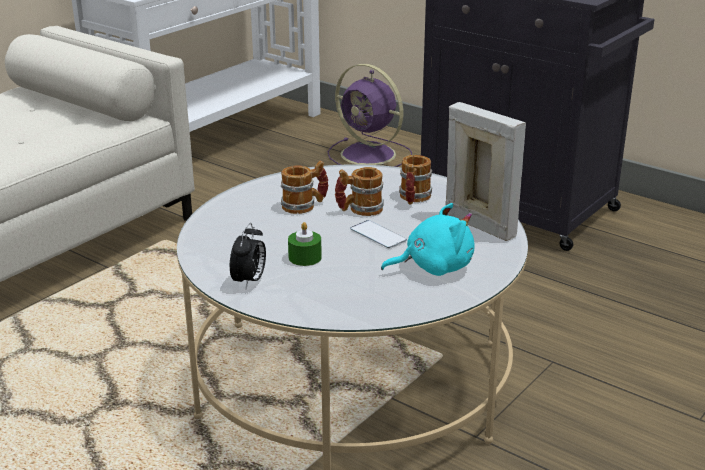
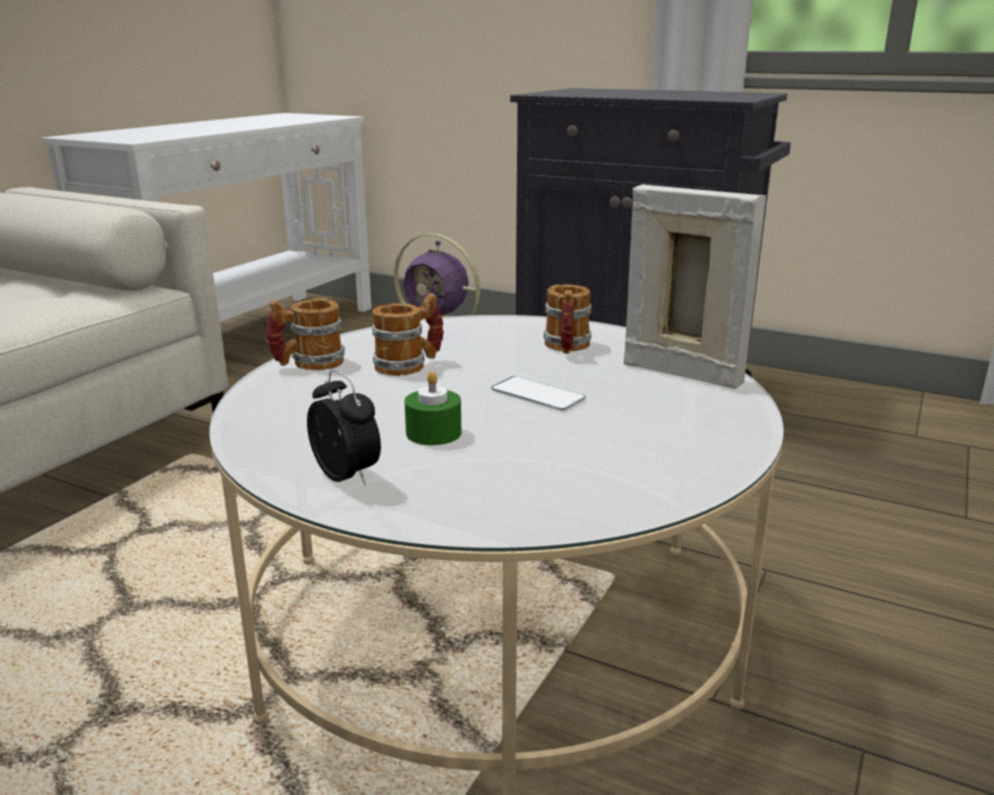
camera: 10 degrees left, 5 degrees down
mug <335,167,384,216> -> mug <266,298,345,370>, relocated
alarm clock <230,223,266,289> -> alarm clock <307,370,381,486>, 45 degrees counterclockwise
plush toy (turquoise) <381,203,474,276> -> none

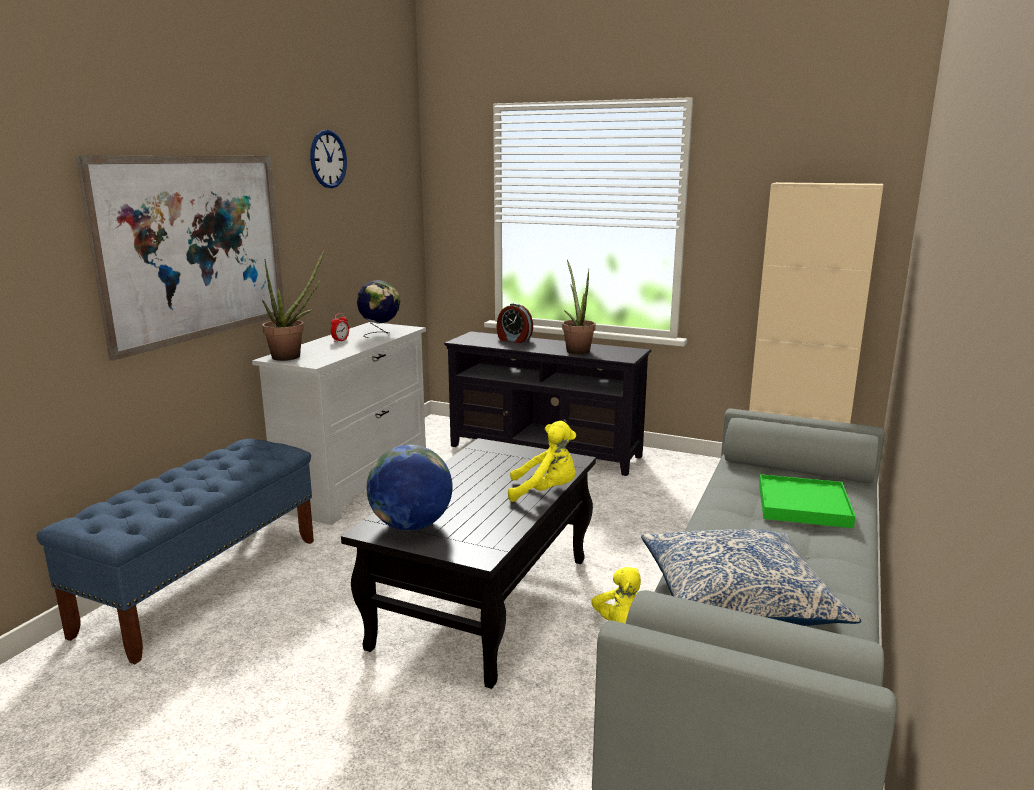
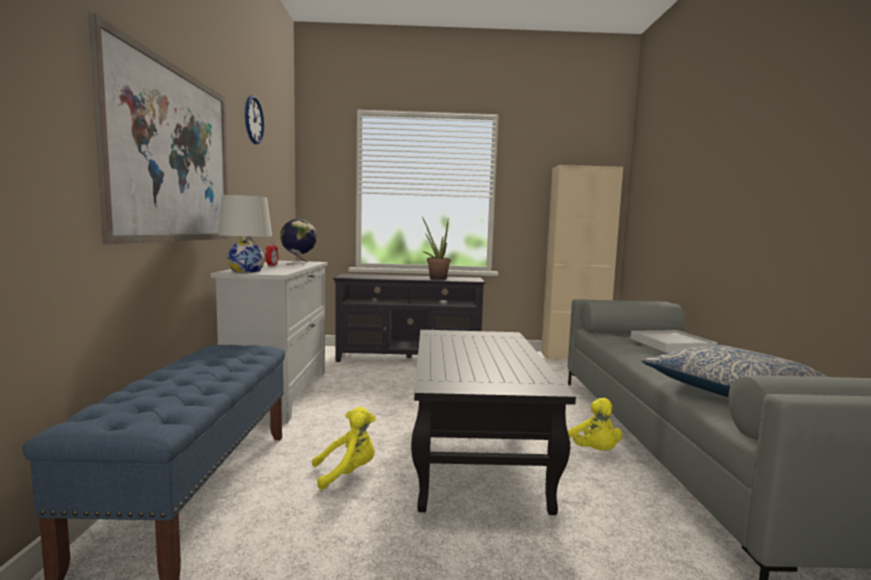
camera: 25 degrees left, 10 degrees down
houseplant <262,251,324,361> -> tabletop lamp (white-coloured) <218,195,272,272>
plush toy (yellowish) <508,421,576,502> -> plush toy (yellowish) <312,407,375,490>, relocated
tray (green-coloured) <759,474,856,528> -> tray (white-coloured) <631,330,717,353>
desk globe <367,445,453,530> -> none
alarm clock <497,303,533,343> -> none

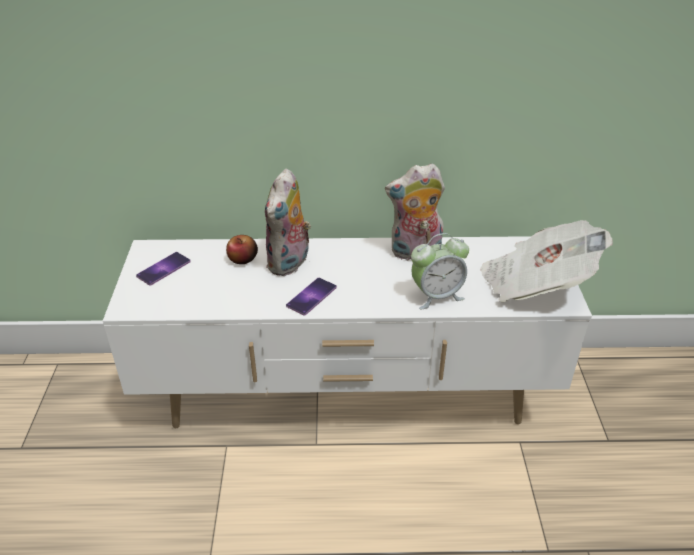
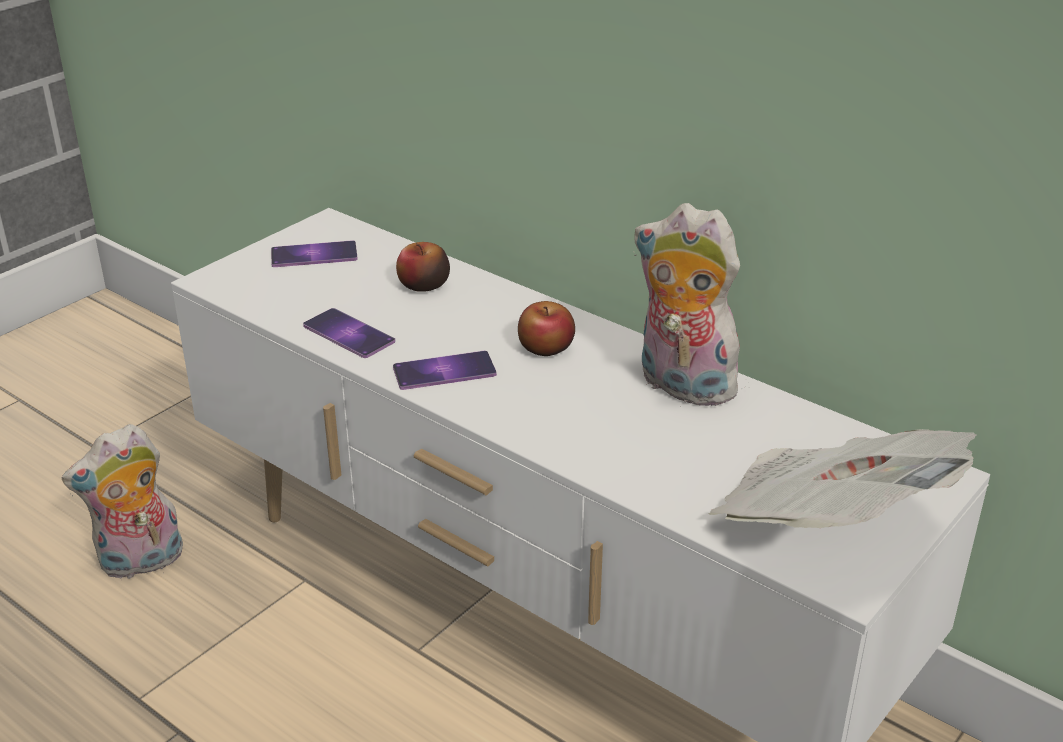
camera: 40 degrees right, 5 degrees down
plush toy <265,168,311,276> -> plush toy <62,424,183,579>, relocated
none -> telephone <303,308,395,358>
none -> apple <518,301,575,356>
alarm clock <411,233,469,309> -> none

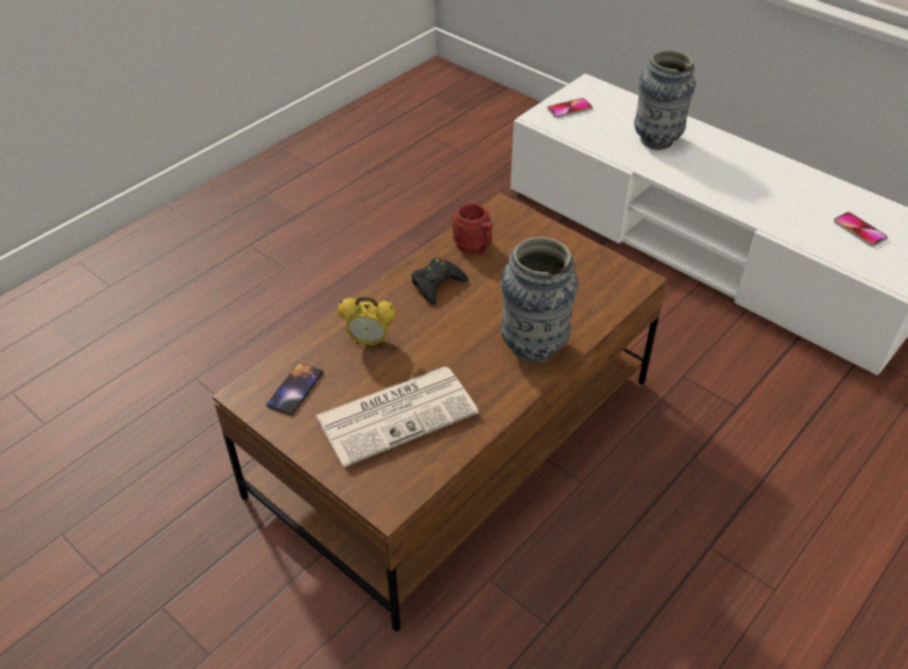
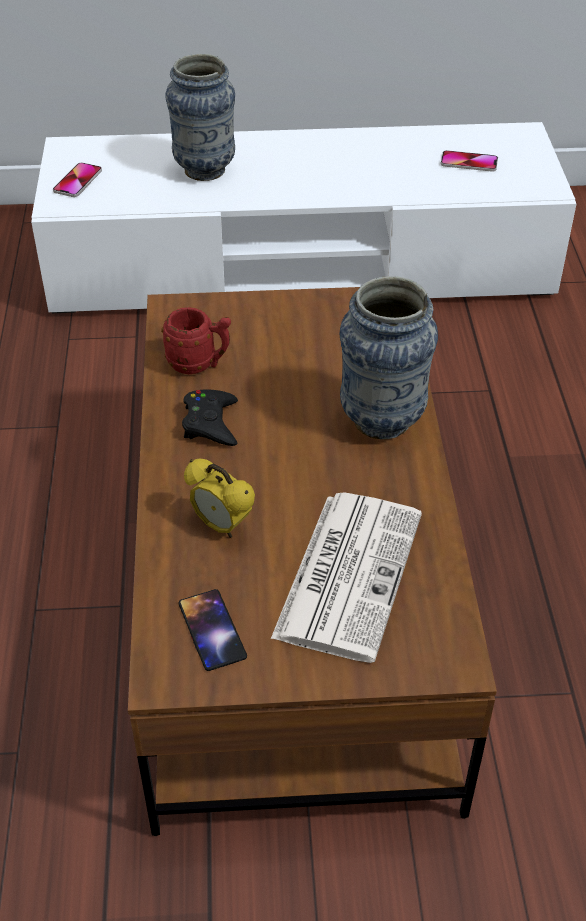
camera: 45 degrees left, 0 degrees up
alarm clock <338,297,396,347> -> alarm clock <184,459,255,538>, 75 degrees clockwise

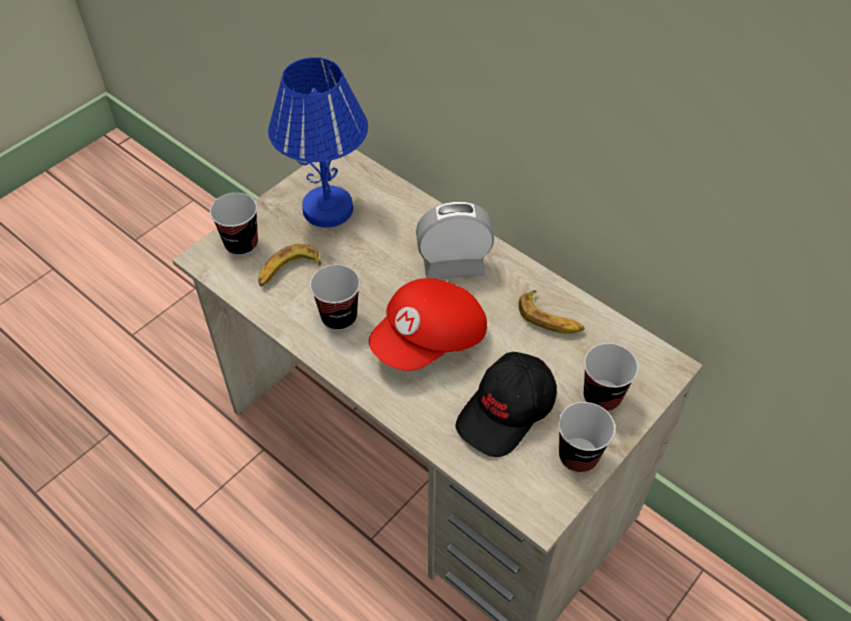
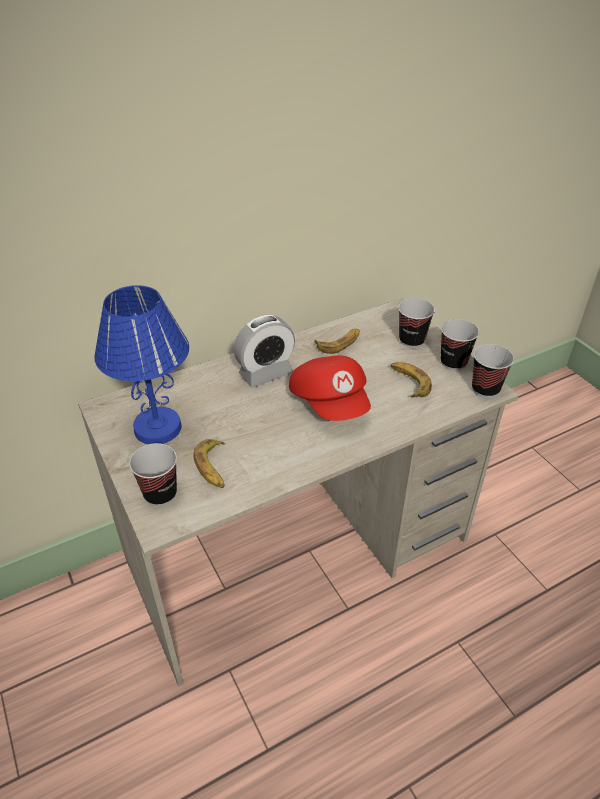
camera: 70 degrees left, 10 degrees down
alarm clock <416,202,494,279> -> alarm clock <234,315,295,388>, 135 degrees counterclockwise
cap (black) <455,352,557,457> -> banana <391,362,432,398>
small cup <310,265,360,331> -> small cup <472,344,514,398>, relocated

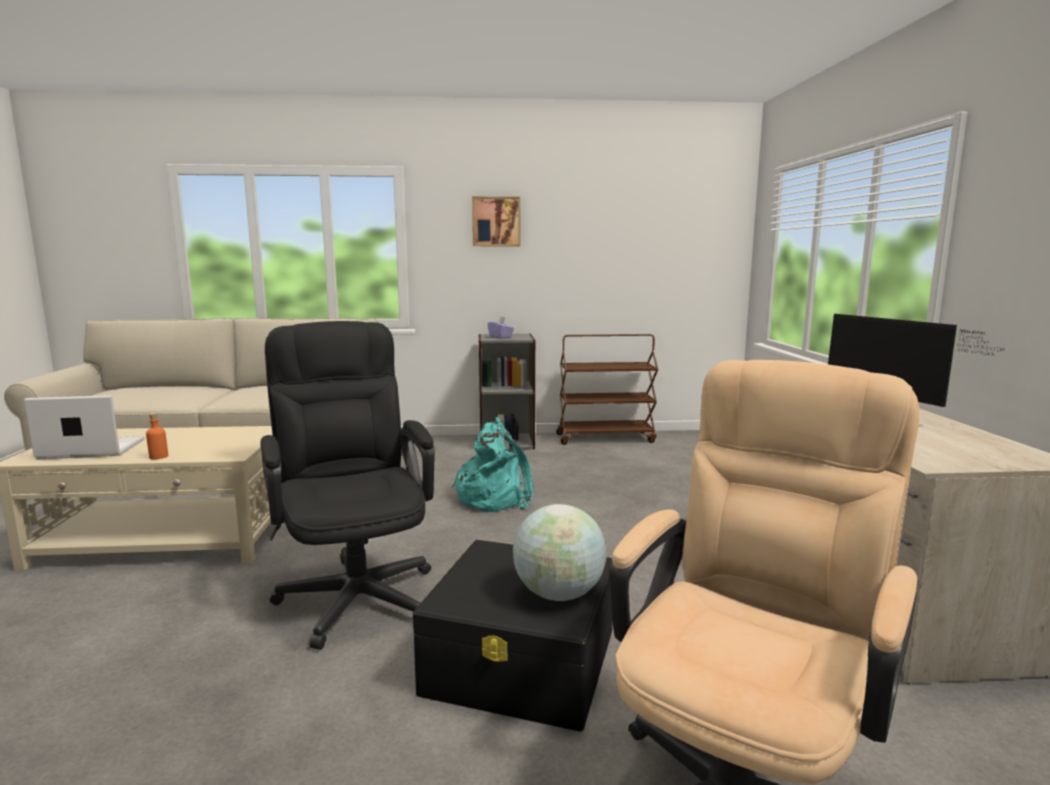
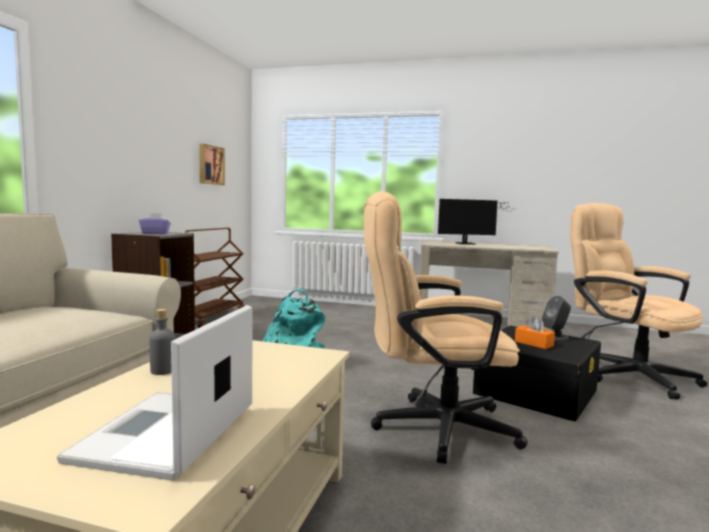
camera: 70 degrees left, 5 degrees down
none -> beverage bottle (gray) <149,309,175,375>
wall art <472,197,520,246> -> wall art <199,144,225,185>, relocated
desk chair (black) <260,321,435,650> -> desk chair (beige-coloured) <364,191,528,464>
none -> box of tissues (orange) <515,316,555,349>
desk globe <513,504,607,601> -> speaker (gray) <542,296,571,341>
beverage bottle (orange) <146,413,168,459> -> none

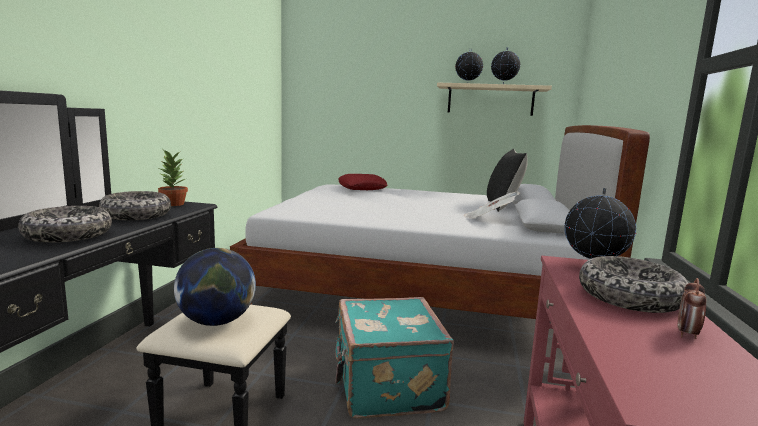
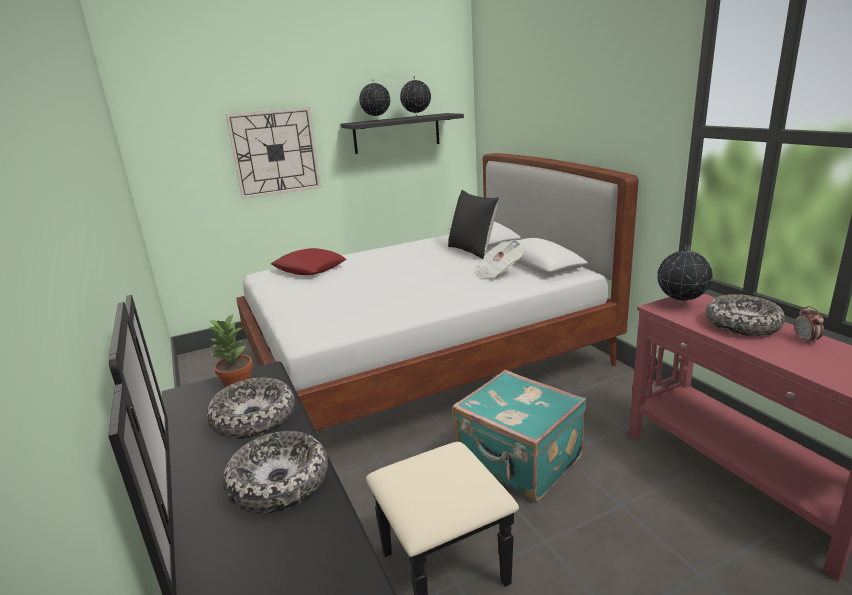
camera: 35 degrees left, 10 degrees up
none -> wall clock <225,107,321,199>
wall shelf (beige-coloured) <437,82,552,116> -> wall shelf (black) <341,113,464,154>
desk globe <174,248,256,326> -> none

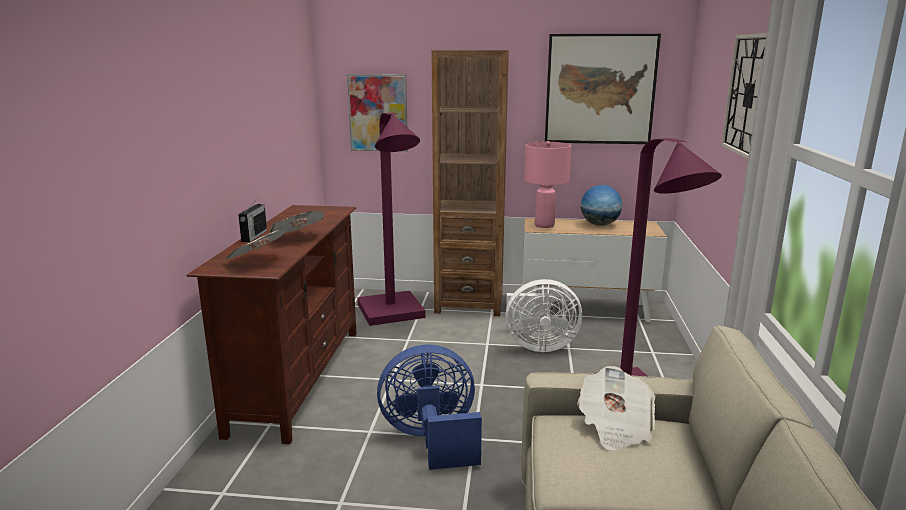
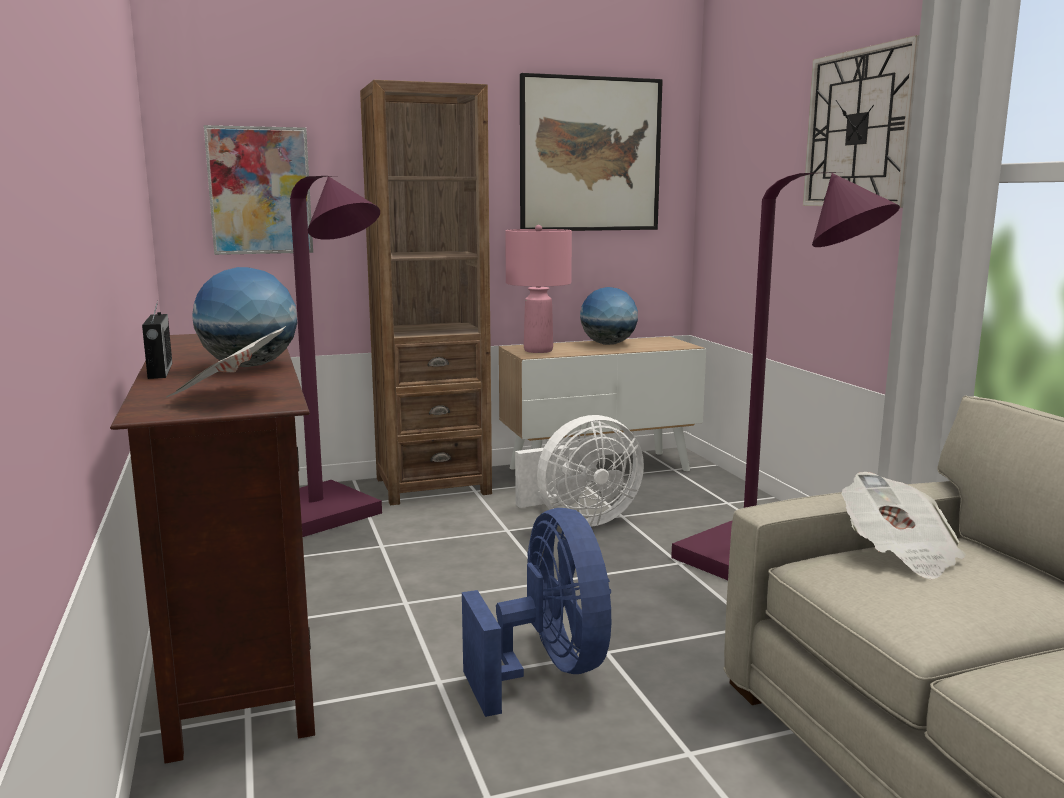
camera: 25 degrees left, 5 degrees down
newspaper <269,211,324,233> -> desk globe <192,267,297,367>
cooling fan (blue) <377,345,482,470> -> cooling fan (blue) <462,508,611,717>, 105 degrees clockwise

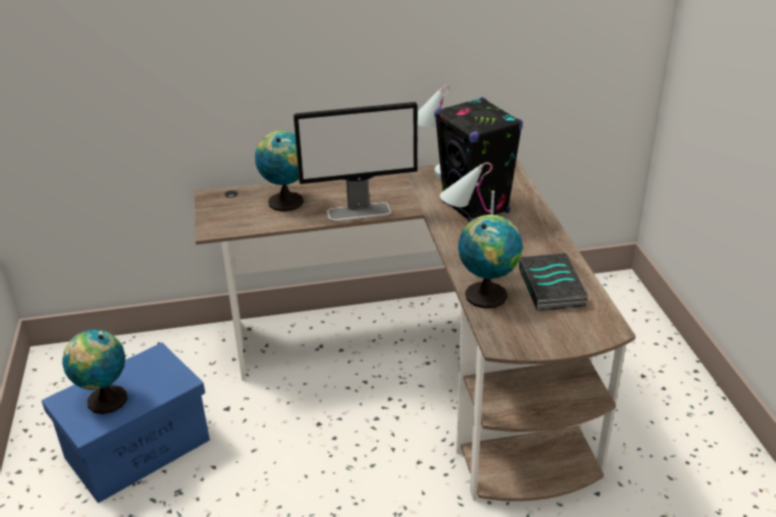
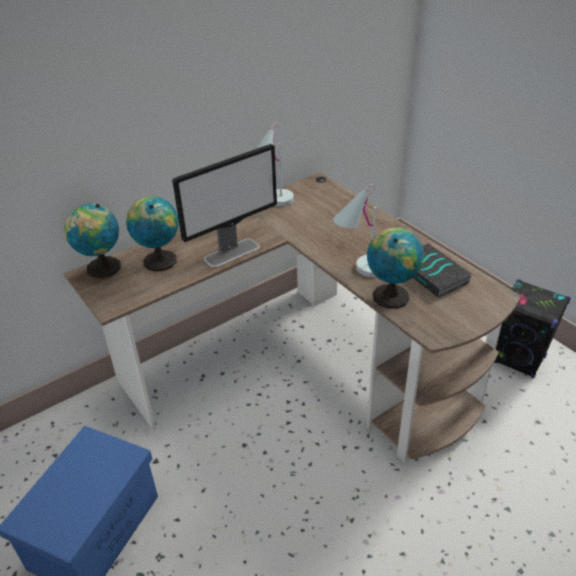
camera: 25 degrees left, 5 degrees up
desk globe <62,329,127,414> -> desk globe <65,204,121,278>, relocated
speaker (black) <434,97,523,222> -> speaker (black) <494,279,571,379>, relocated

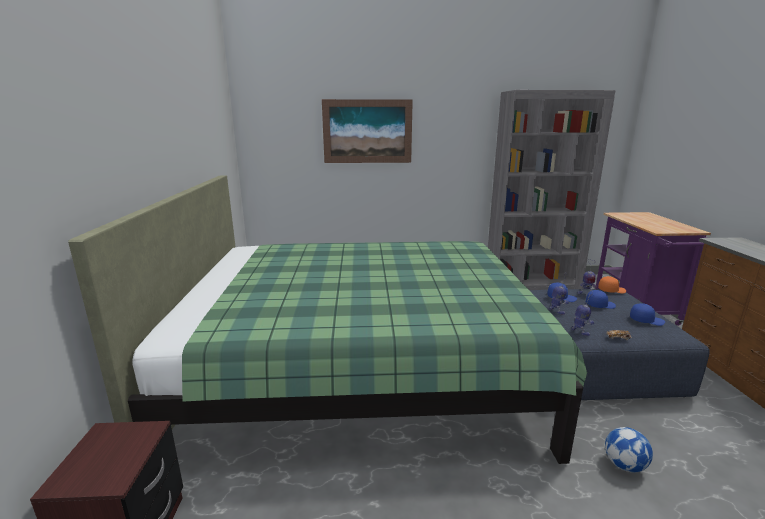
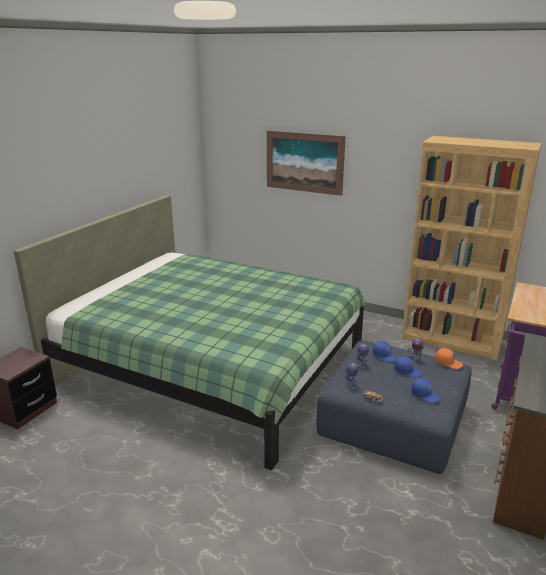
camera: 30 degrees right, 5 degrees up
shelving unit (gray) <488,90,616,290> -> shelving unit (brownish) <402,136,541,361>
football <605,427,653,472> -> none

